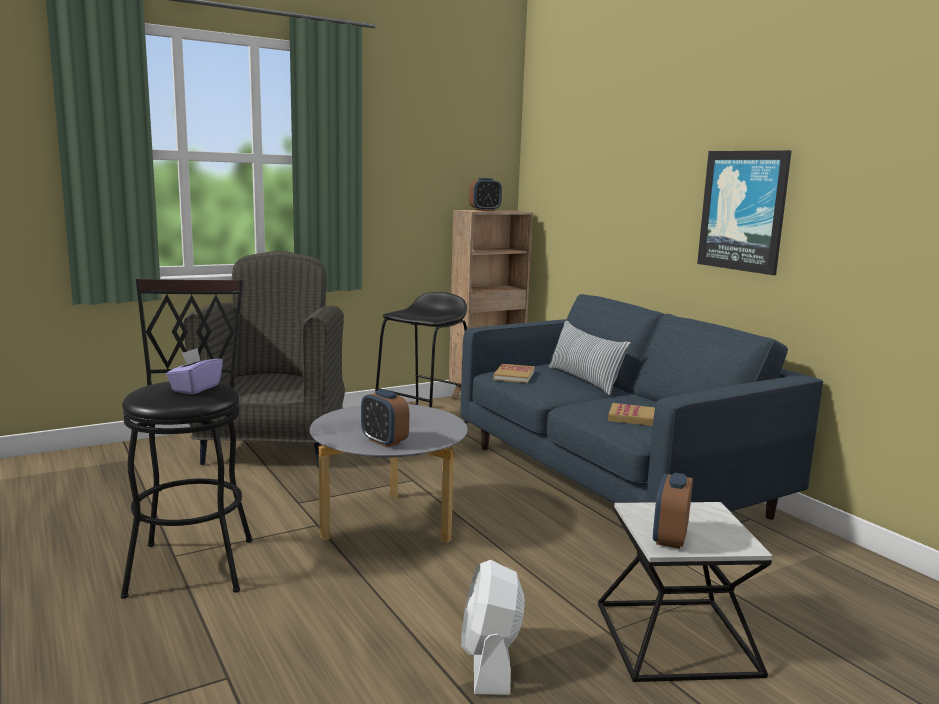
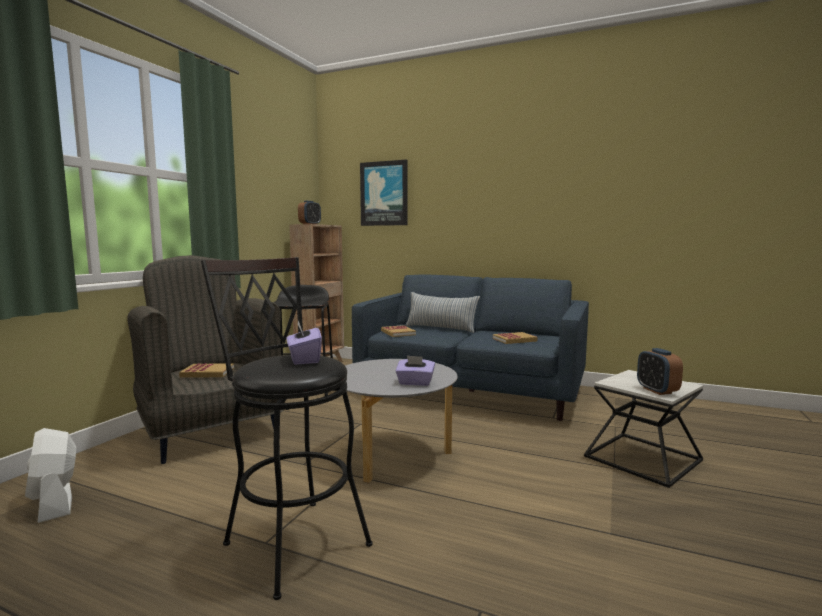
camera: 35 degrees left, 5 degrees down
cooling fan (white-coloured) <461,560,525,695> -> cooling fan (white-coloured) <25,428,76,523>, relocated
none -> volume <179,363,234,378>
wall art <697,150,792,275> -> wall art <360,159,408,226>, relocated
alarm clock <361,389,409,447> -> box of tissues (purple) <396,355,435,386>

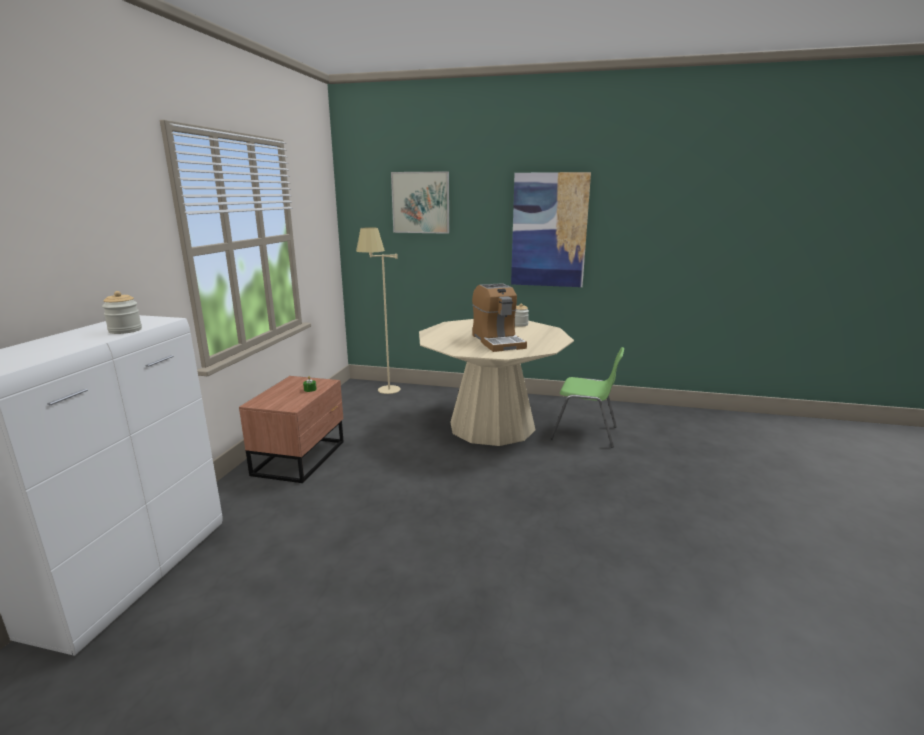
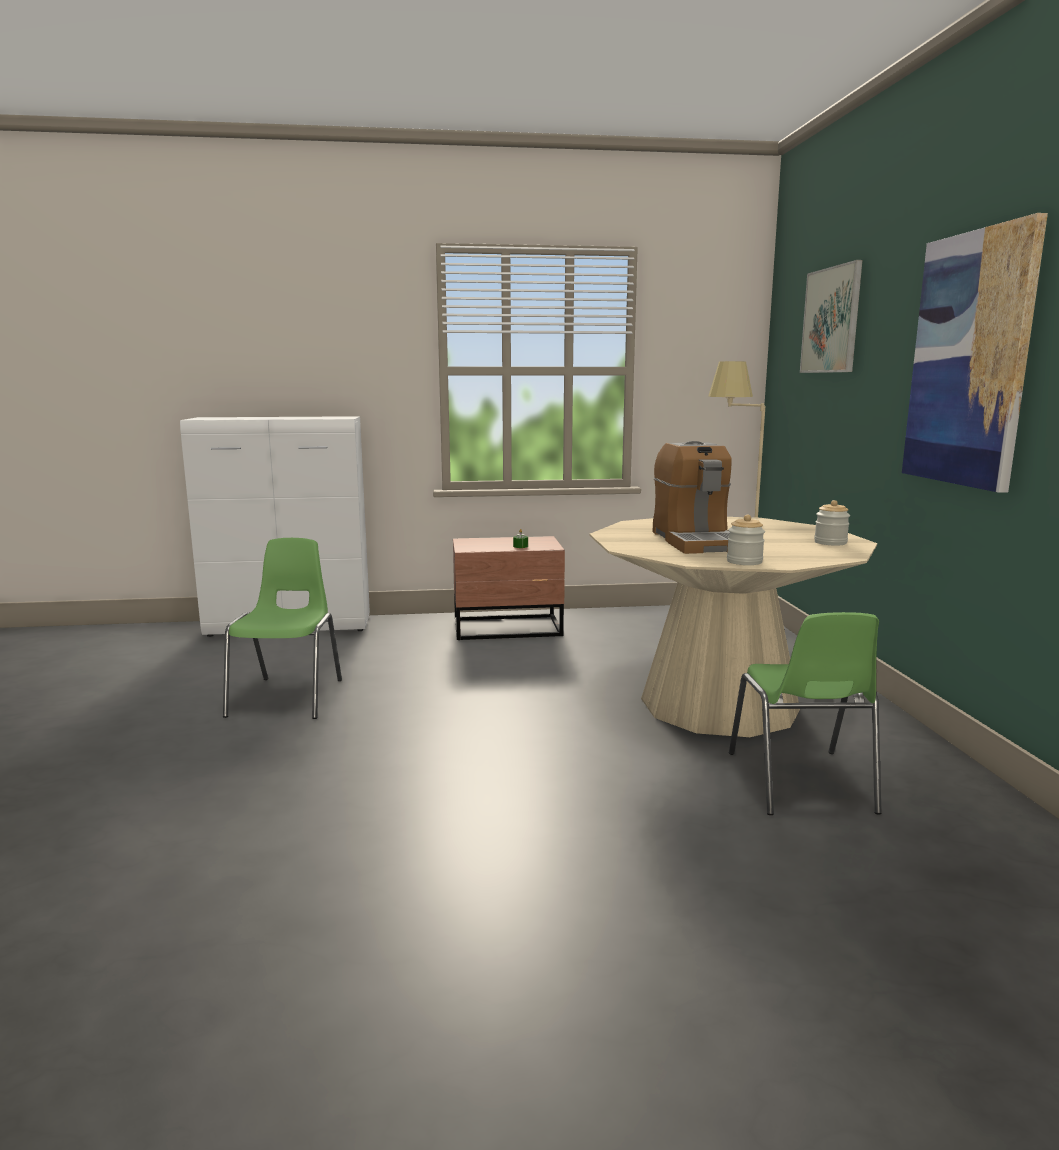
camera: 70 degrees right, 5 degrees down
none -> plain chair (green-coloured) <223,538,342,719>
coffee brewer <472,283,527,352> -> coffee brewer <653,441,732,554>, 60 degrees counterclockwise
preserve jar <102,291,142,334> -> preserve jar <727,515,765,565>, relocated

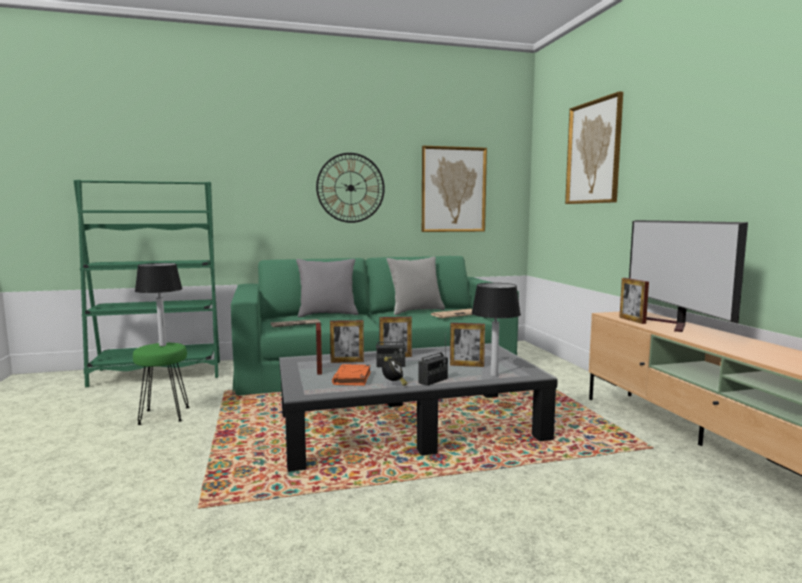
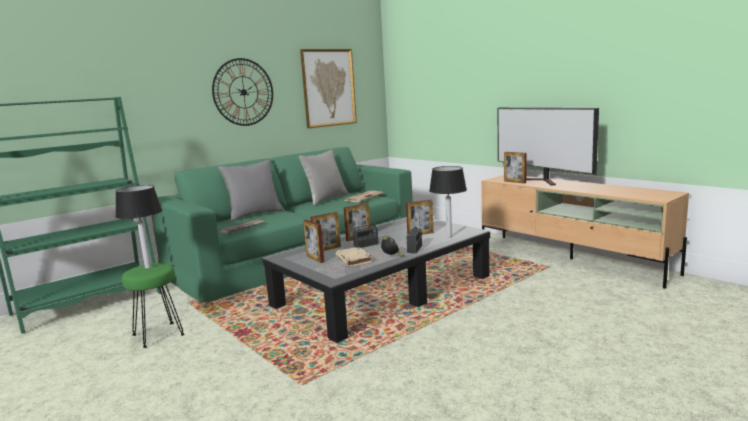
camera: 25 degrees left, 5 degrees up
volume (orange) <332,364,371,386> -> volume (beige-coloured) <335,247,372,267>
wall art <565,92,623,204> -> none

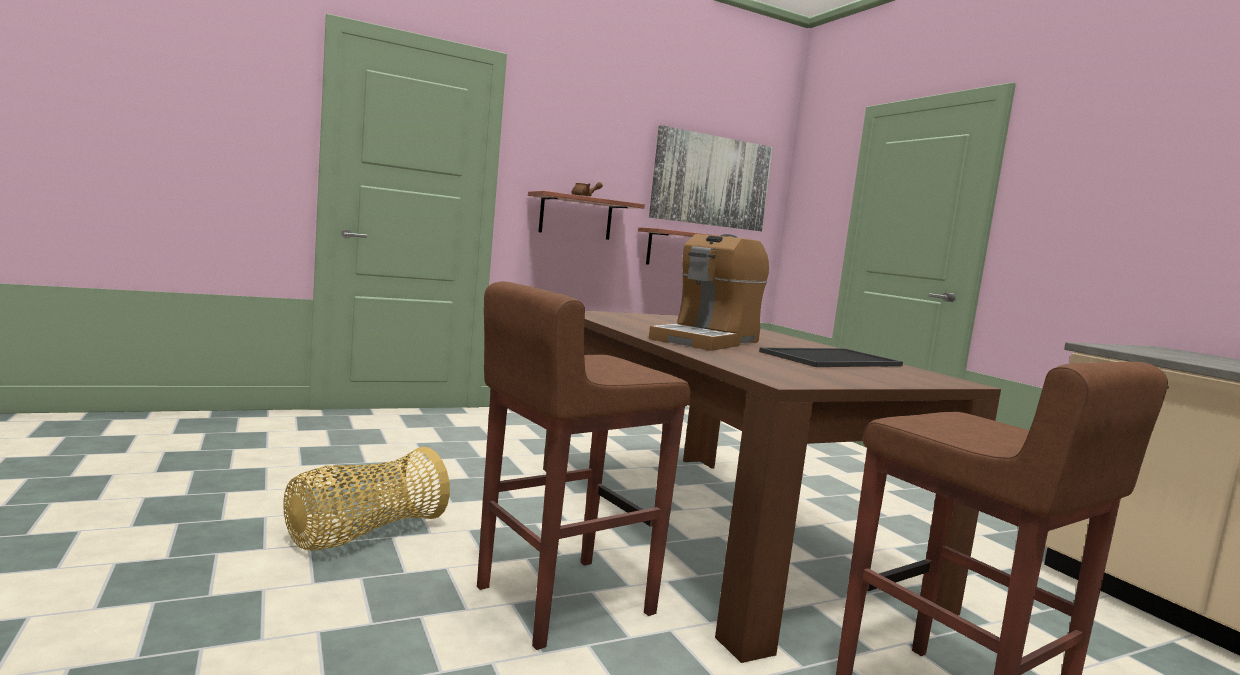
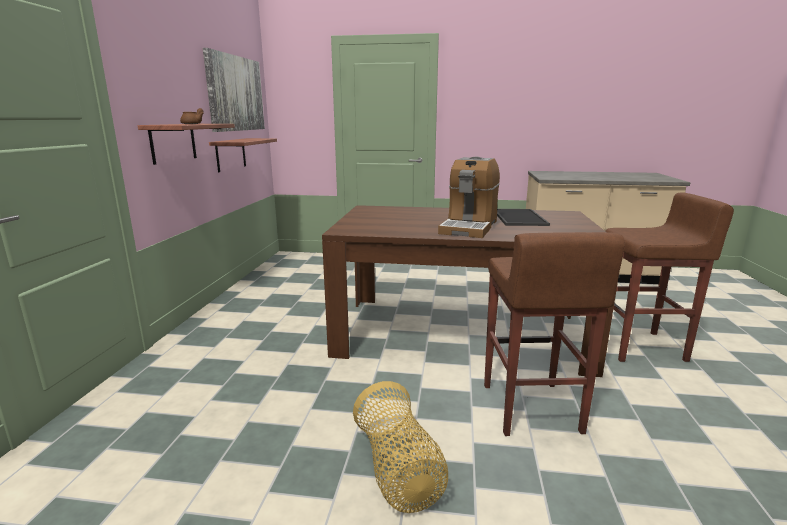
camera: 55 degrees left, 10 degrees up
coffee brewer <649,234,769,351> -> coffee brewer <438,157,500,238>, 45 degrees clockwise

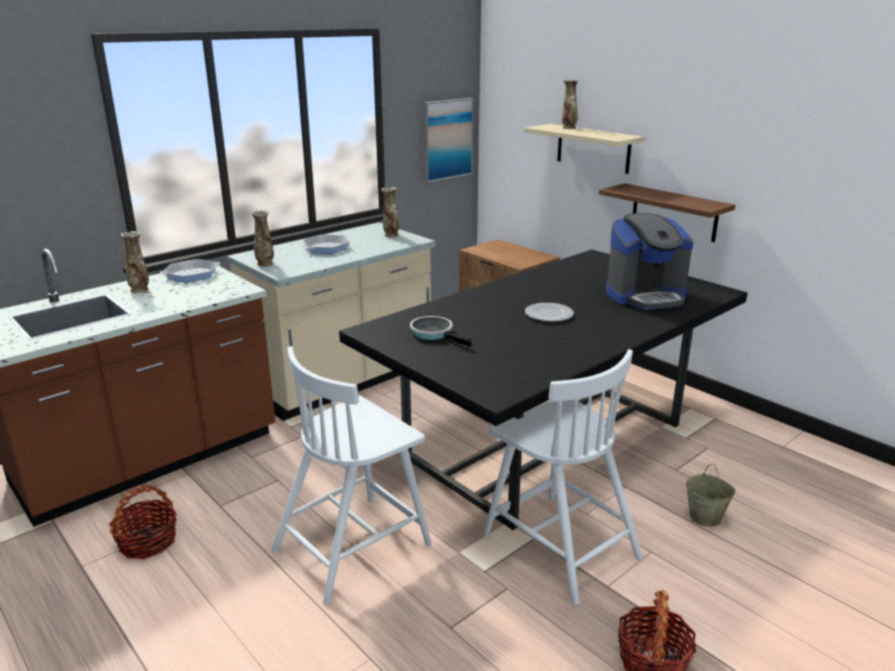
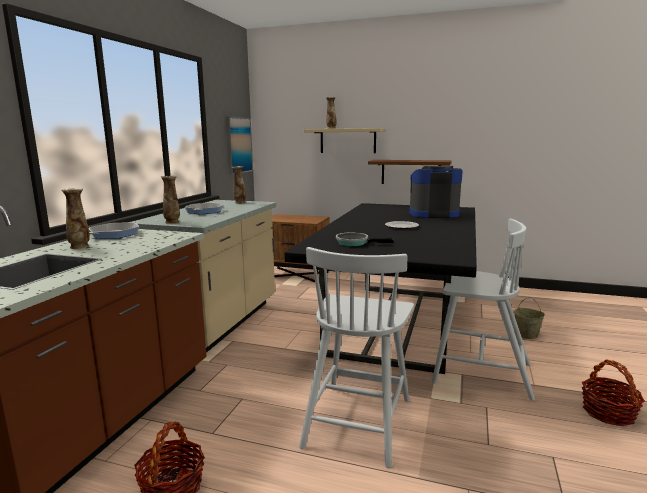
camera: 30 degrees left, 10 degrees down
coffee brewer <606,213,694,310> -> coffee brewer <409,166,463,218>, 135 degrees counterclockwise

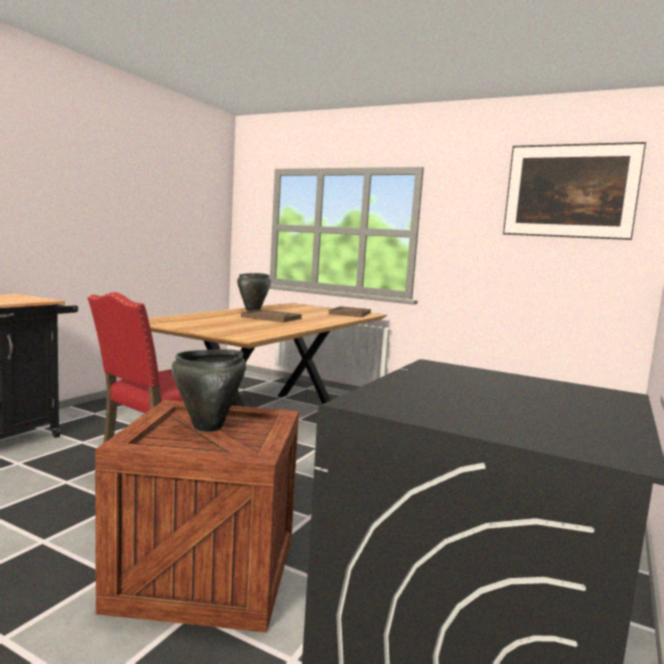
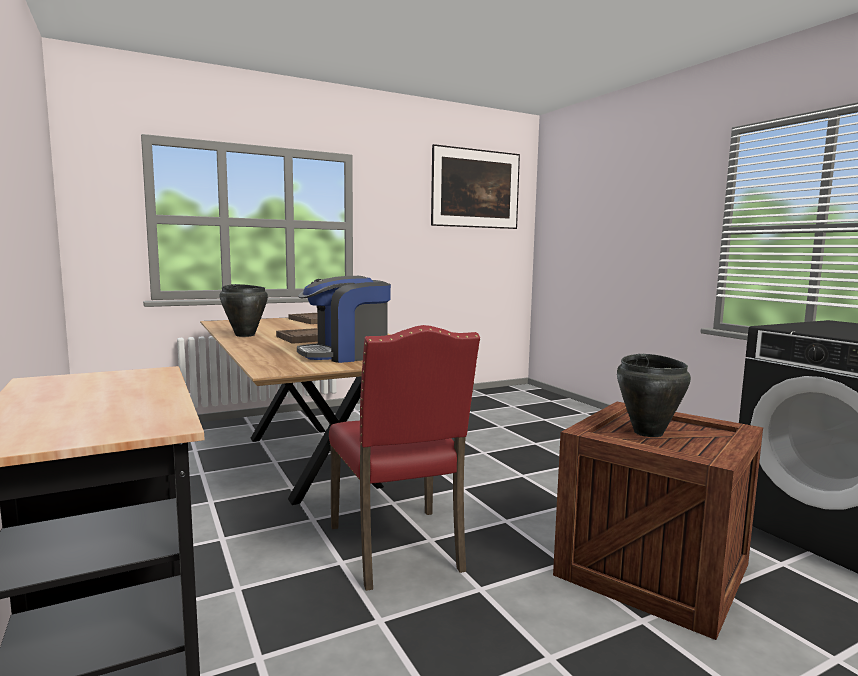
camera: 55 degrees left, 0 degrees up
none -> coffee brewer <297,276,391,363>

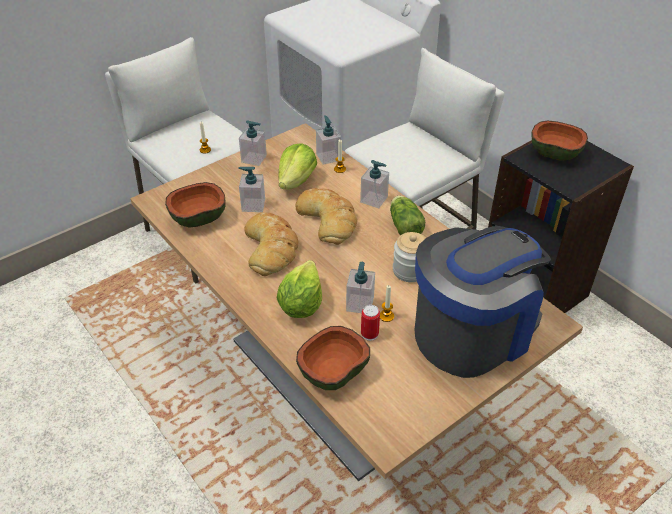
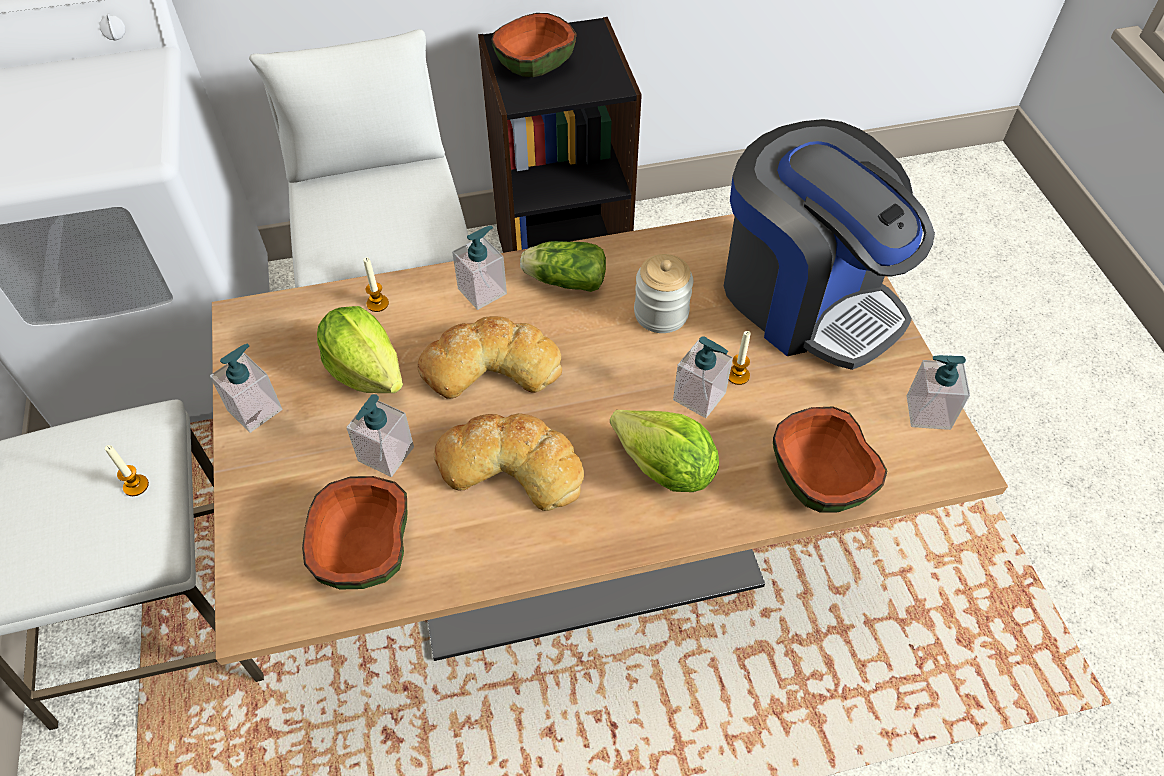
camera: 65 degrees left, 10 degrees up
coffee brewer <414,226,551,378> -> coffee brewer <724,119,935,370>, 150 degrees clockwise
soap bottle <316,115,341,165> -> soap bottle <907,355,970,430>, relocated
sealed can <361,305,380,341> -> none

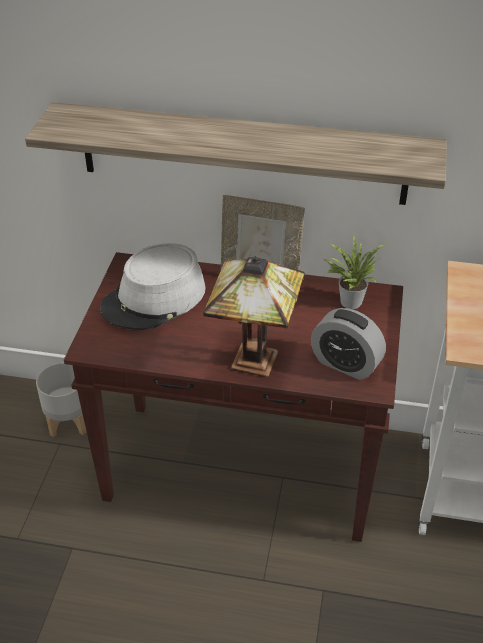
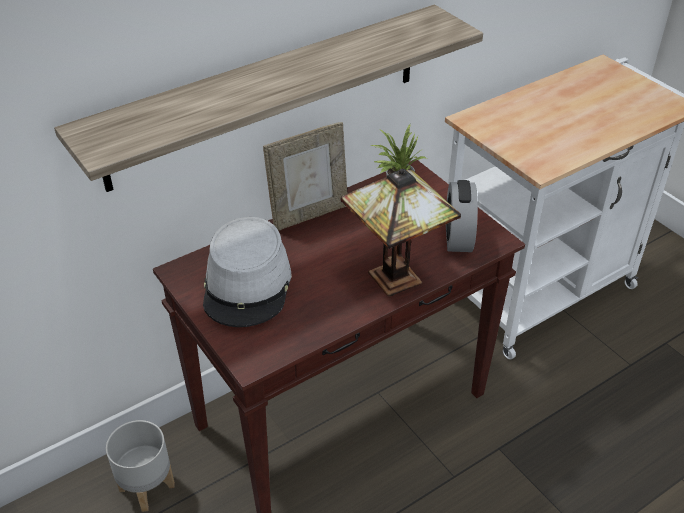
camera: 45 degrees left, 0 degrees up
alarm clock <311,308,386,380> -> alarm clock <446,180,478,252>, 105 degrees clockwise

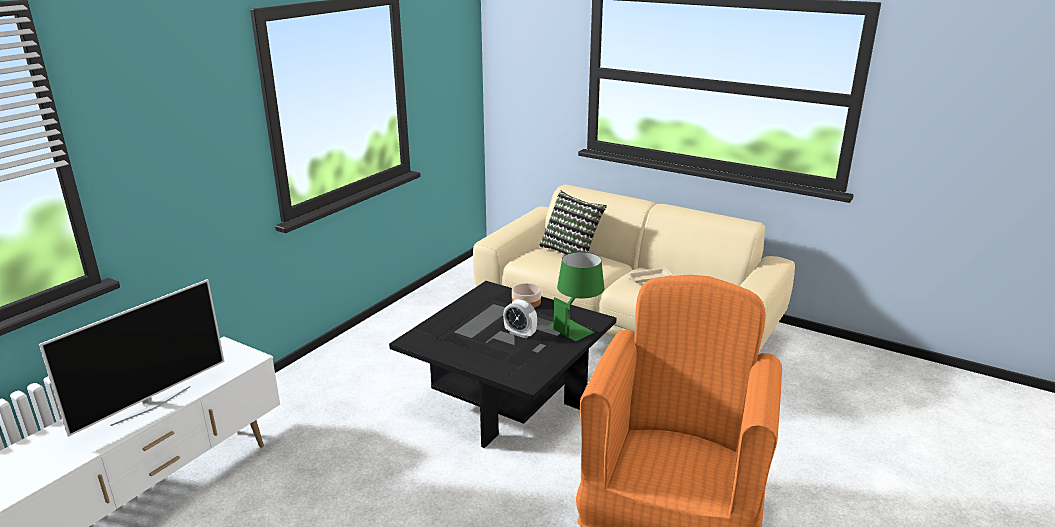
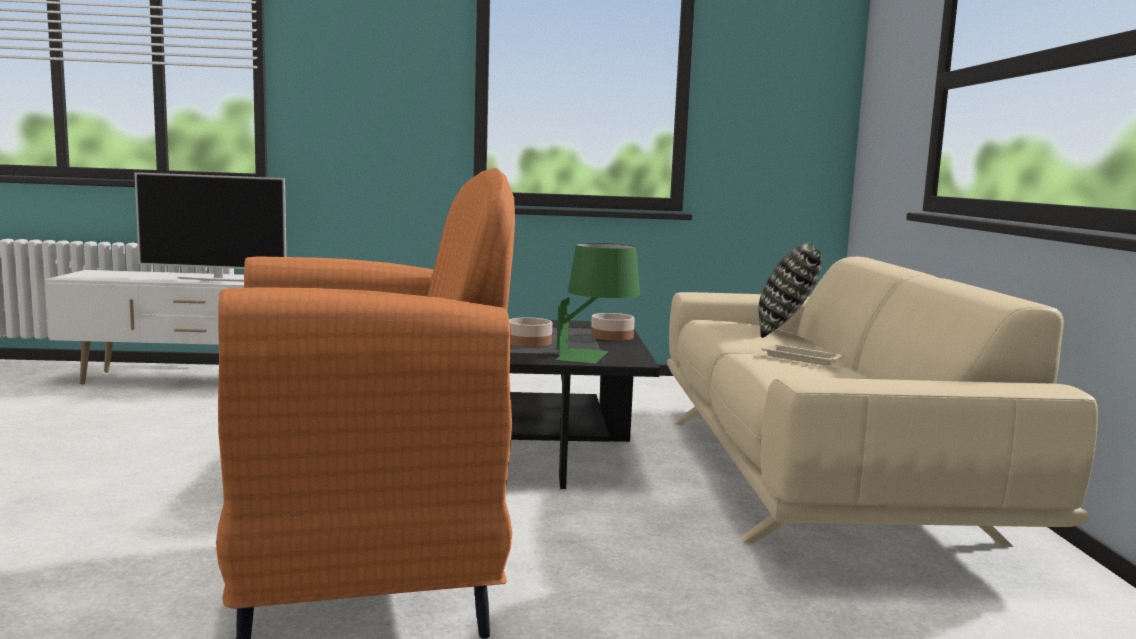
camera: 55 degrees right, 15 degrees down
alarm clock <503,299,537,338> -> serving bowl <509,317,552,347>

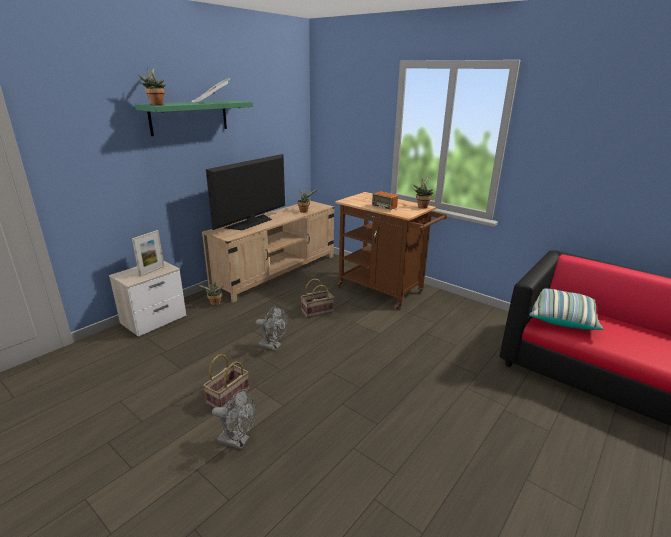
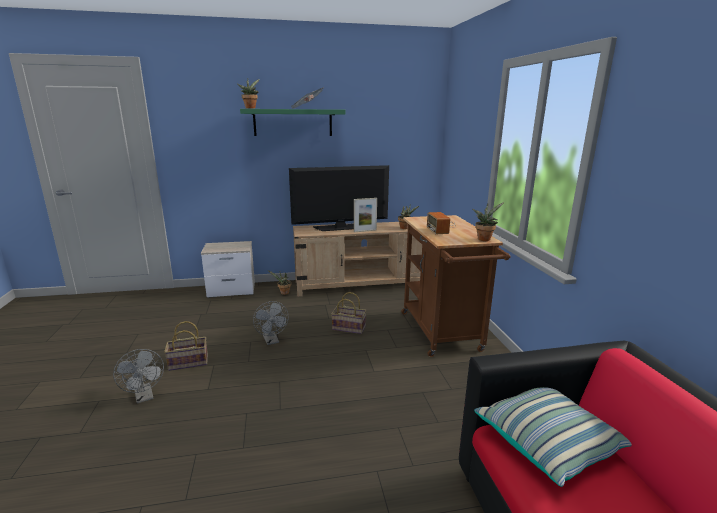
camera: 40 degrees right, 5 degrees down
photo frame <132,230,164,277> -> photo frame <354,198,377,232>, relocated

